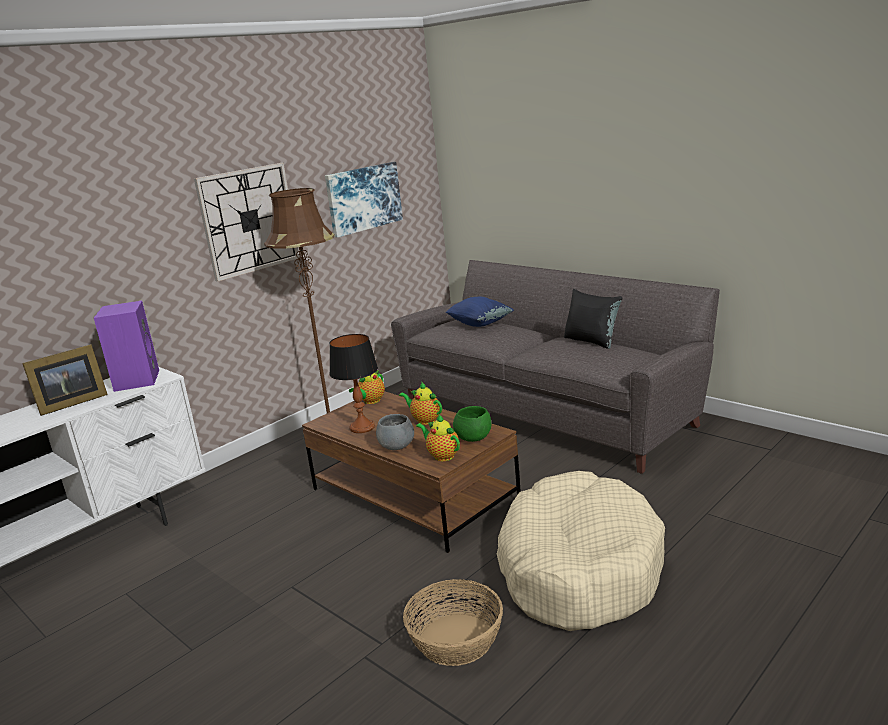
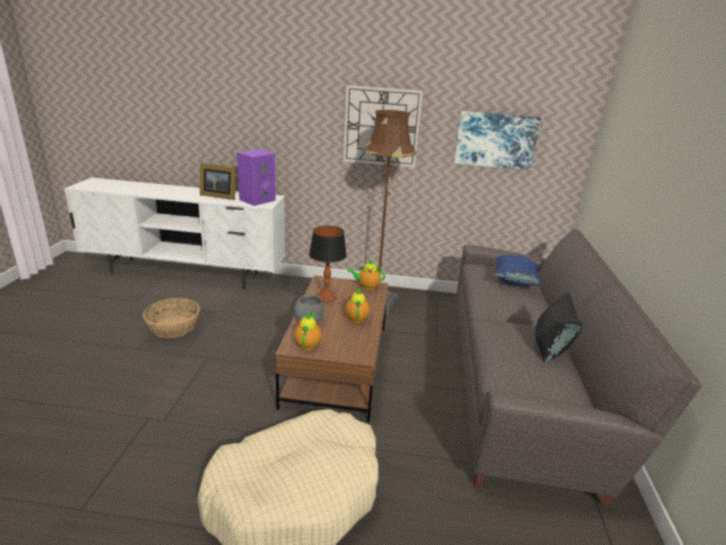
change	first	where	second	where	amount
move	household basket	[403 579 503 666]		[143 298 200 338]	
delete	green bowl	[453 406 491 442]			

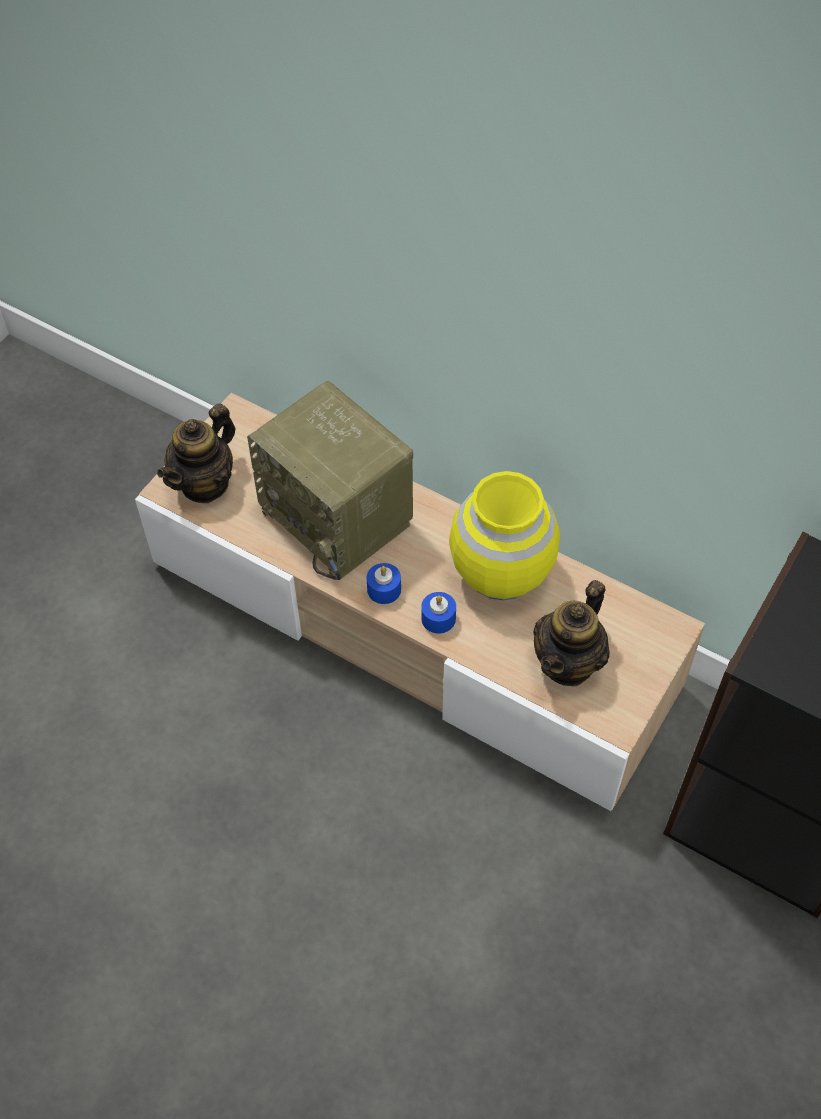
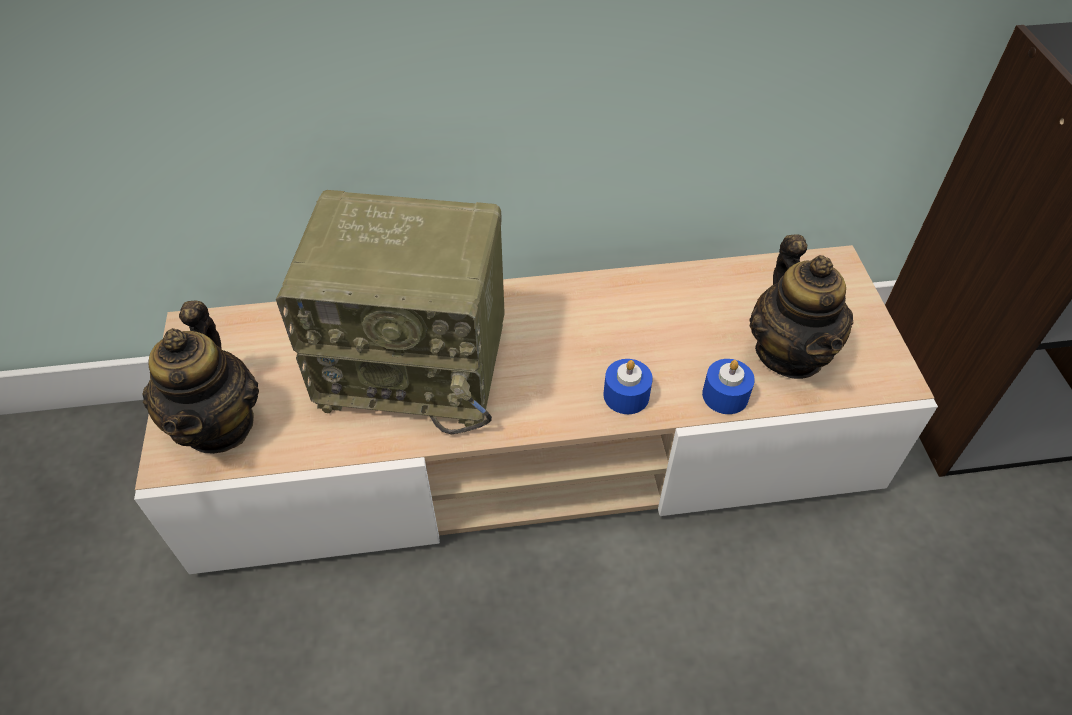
change	first	where	second	where	amount
move	blue wax light	[367 563 401 604]		[702 359 755 414]	
delete	yellowish flower vase	[449 471 560 600]			

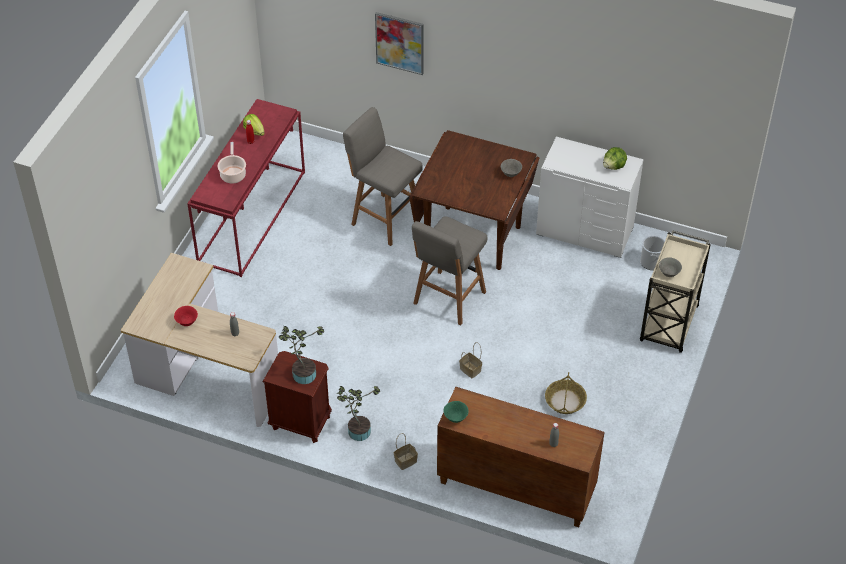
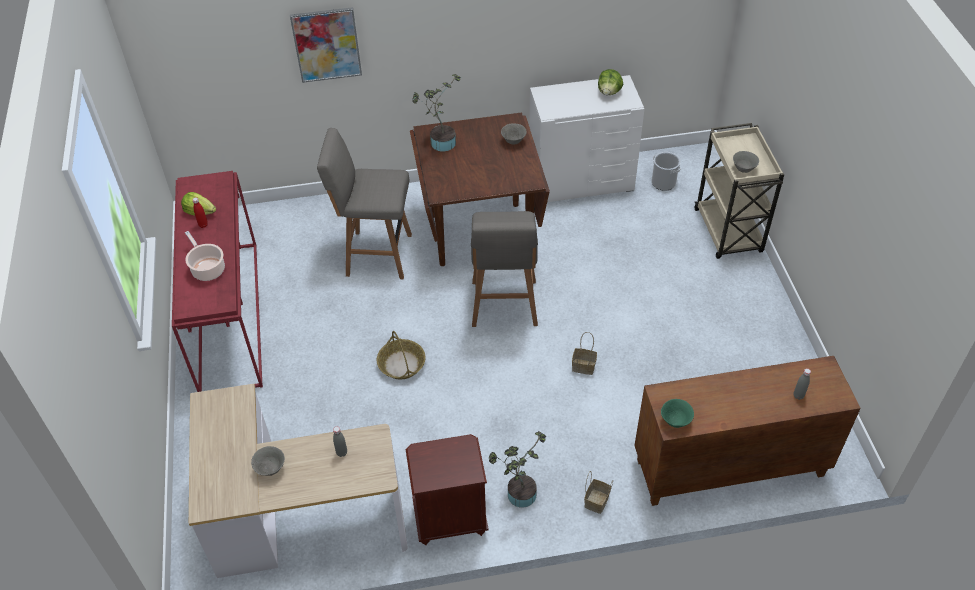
change	first	where	second	where	amount
recolor	reddish bowl	[174 306 198 326]	gray bowl	[251 446 285 476]	
move	potted plant	[279 326 324 384]		[412 74 461 151]	
move	household basket	[545 372 587 414]		[377 331 426 379]	

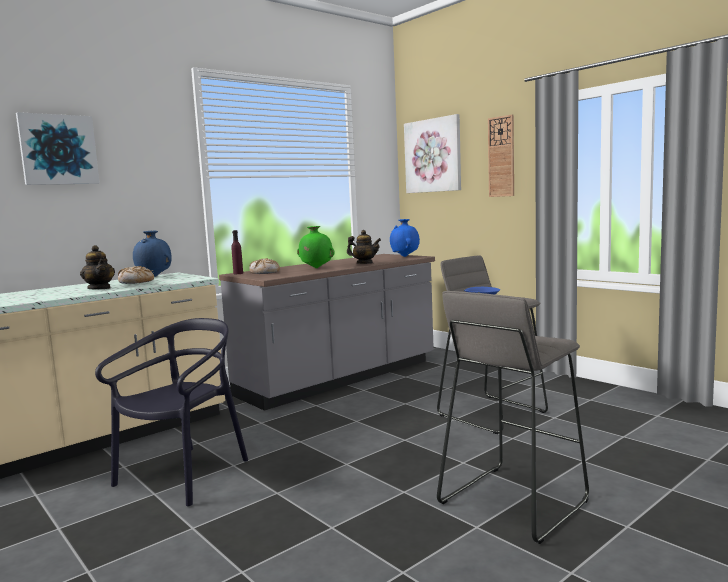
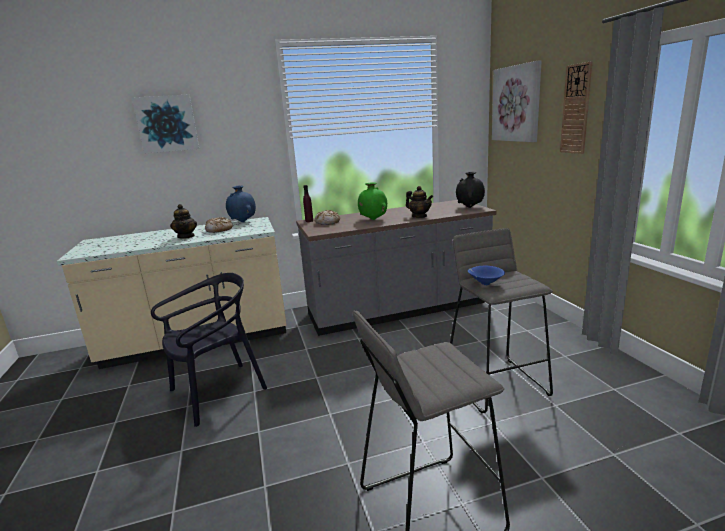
change	first	where	second	where	amount
recolor	blue flower vase	[390 219 420 257]	blackish flower vase	[456 172 485 208]	

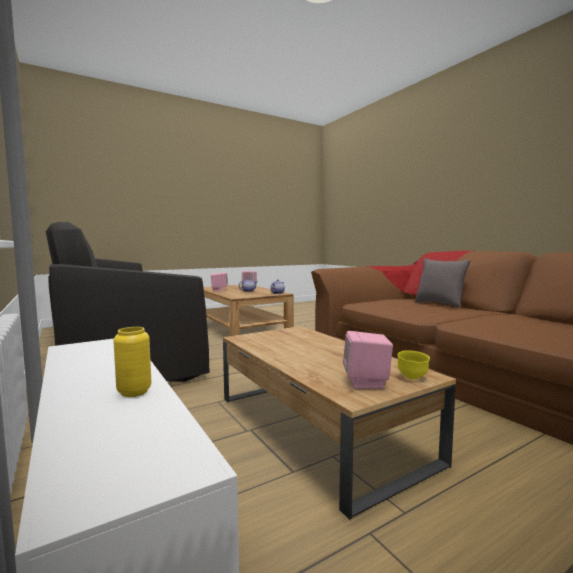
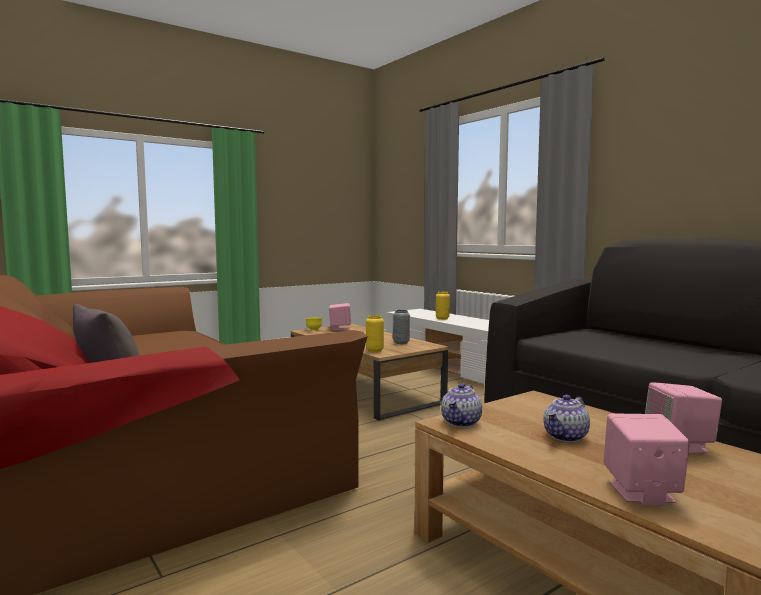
change	first	where	second	where	amount
insert			yellowish flower vase	[366 315 384 352]	
insert			gray flower vase	[393 310 410 344]	

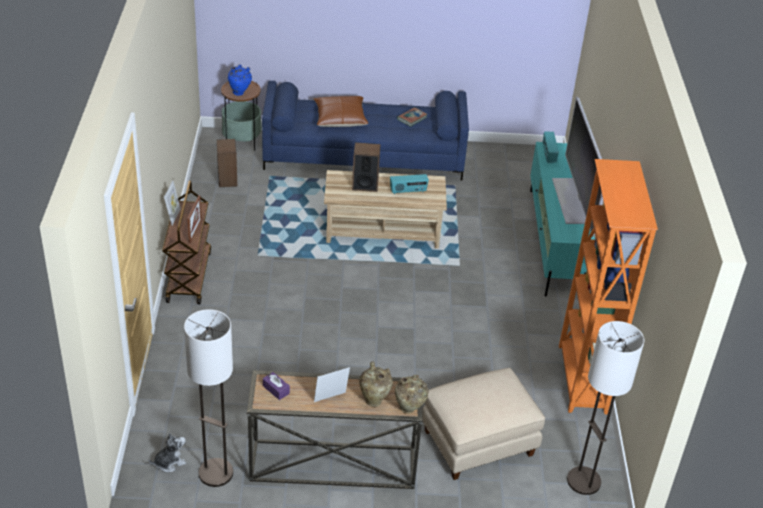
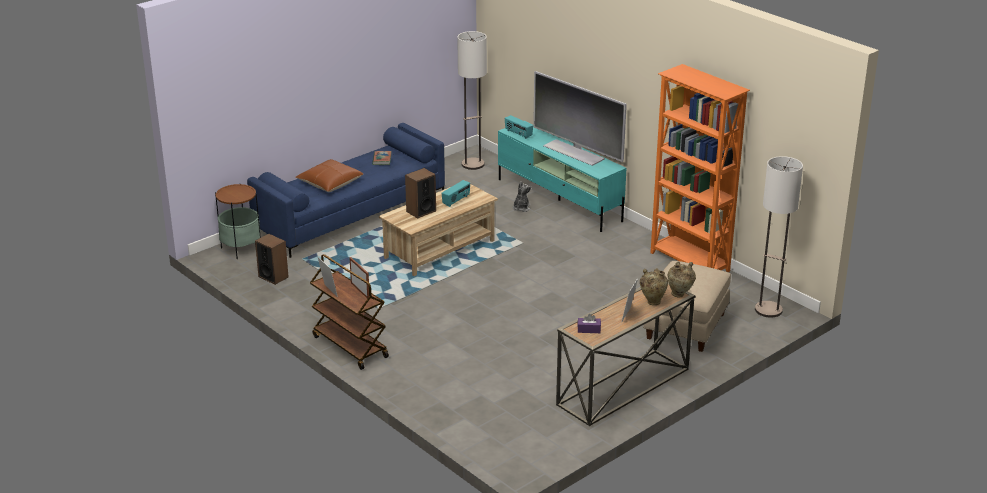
change	first	where	second	where	amount
move	plush toy	[149 433 186 472]		[512 181 532 212]	
move	standing lamp	[184 309 233 487]		[457 31 487 170]	
delete	blue flower vase	[228 65 252 96]			

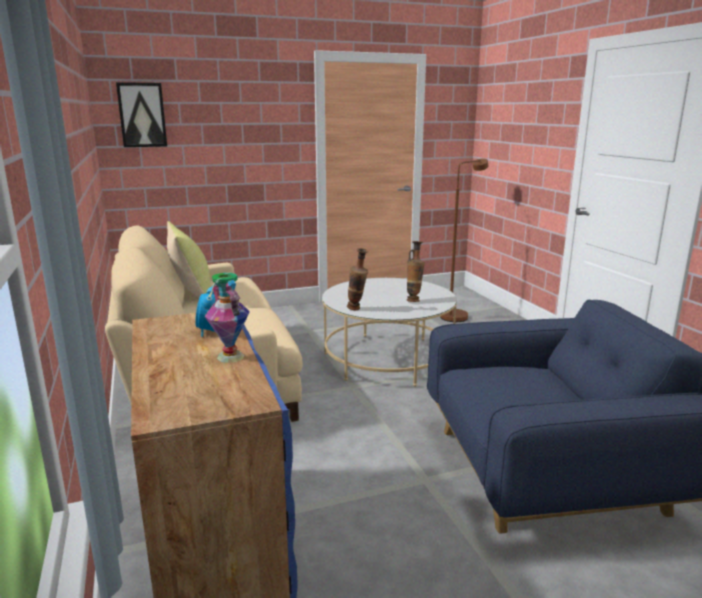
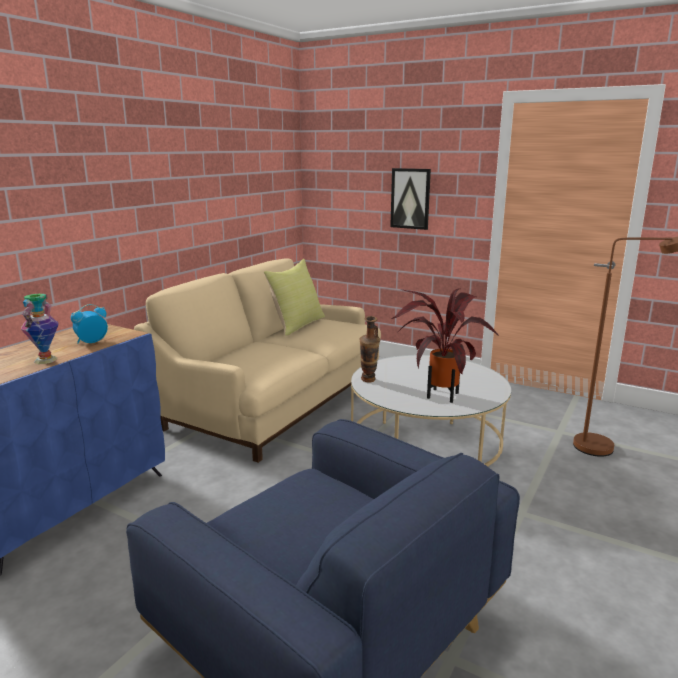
change	first	where	second	where	amount
move	wall art	[116 82 167 147]		[390 168 431 230]	
replace	flower vase	[407 241 425 302]	potted plant	[391 289 499 403]	

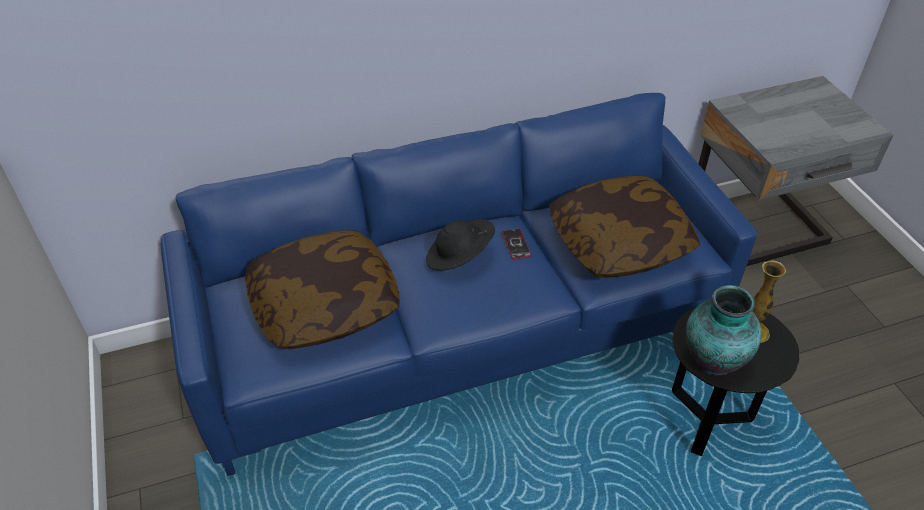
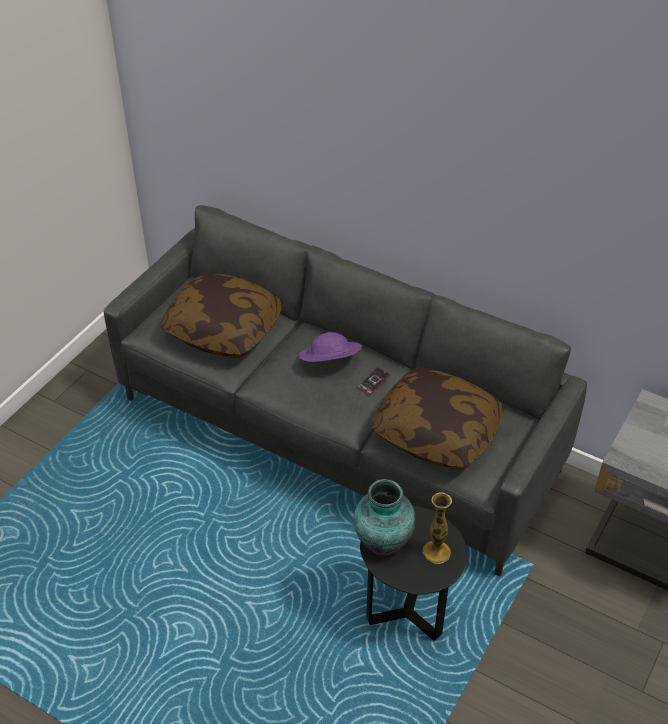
change	first	where	second	where	amount
recolor	blue settee	[161 93 757 476]	gray settee	[104 205 587 577]	
recolor	blackish wearable hat	[426 219 495 270]	purple-coloured wearable hat	[299 332 362 362]	

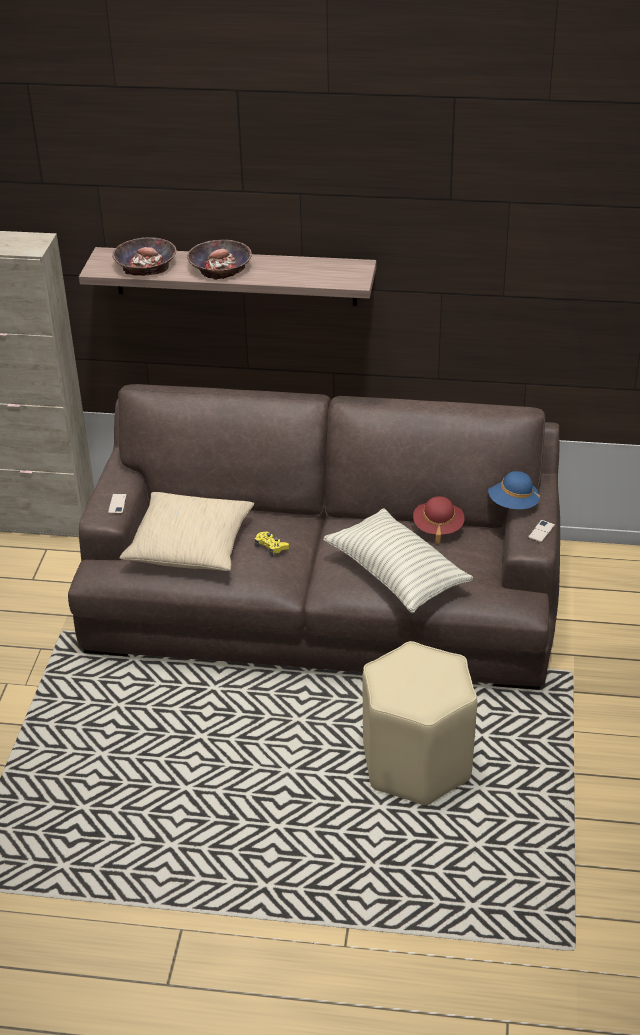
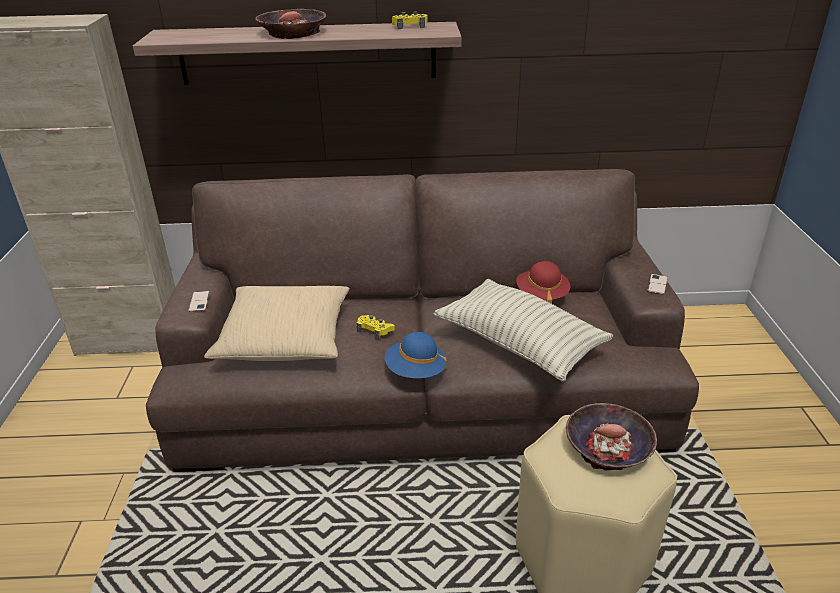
change	first	where	second	where	amount
move	bowl	[112 237 176 276]		[566 403 657 470]	
move	blue wearable hat	[488 471 540 509]		[385 332 447 378]	
insert			yellowish gamepad	[392 11 427 29]	

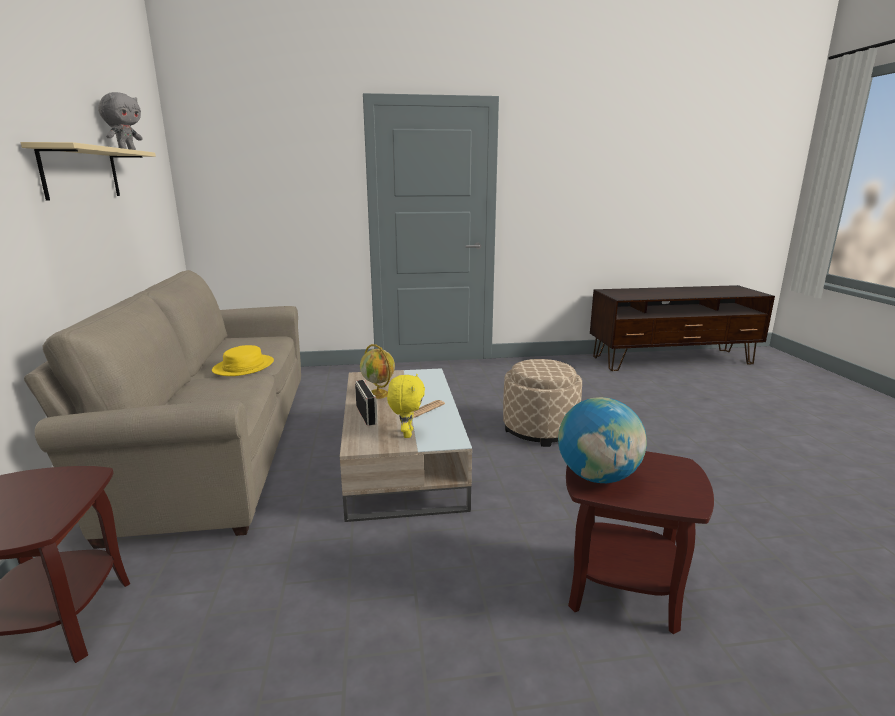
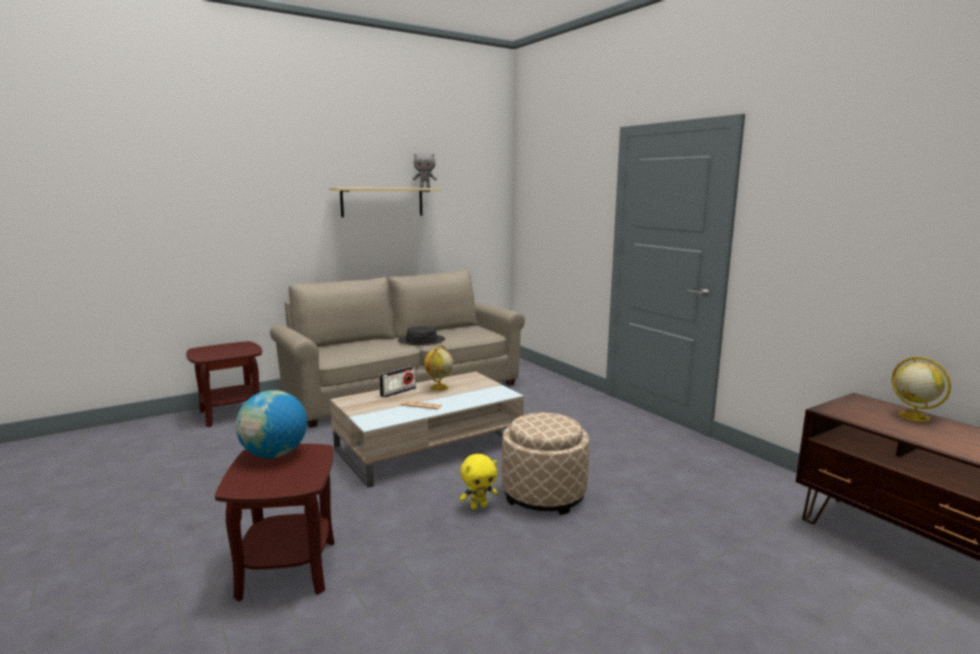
change	first	where	second	where	amount
recolor	yellowish wearable hat	[212 345 274 376]	blackish wearable hat	[398 326 445 345]	
move	yellowish plush toy	[387 374 425 438]		[460 454 497 510]	
insert			globe	[892 356 951 422]	

